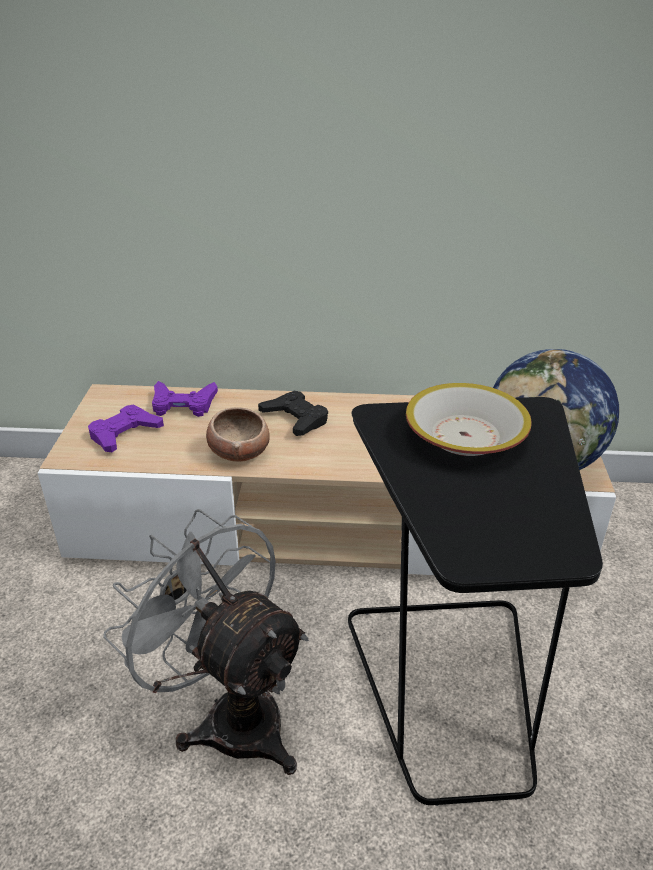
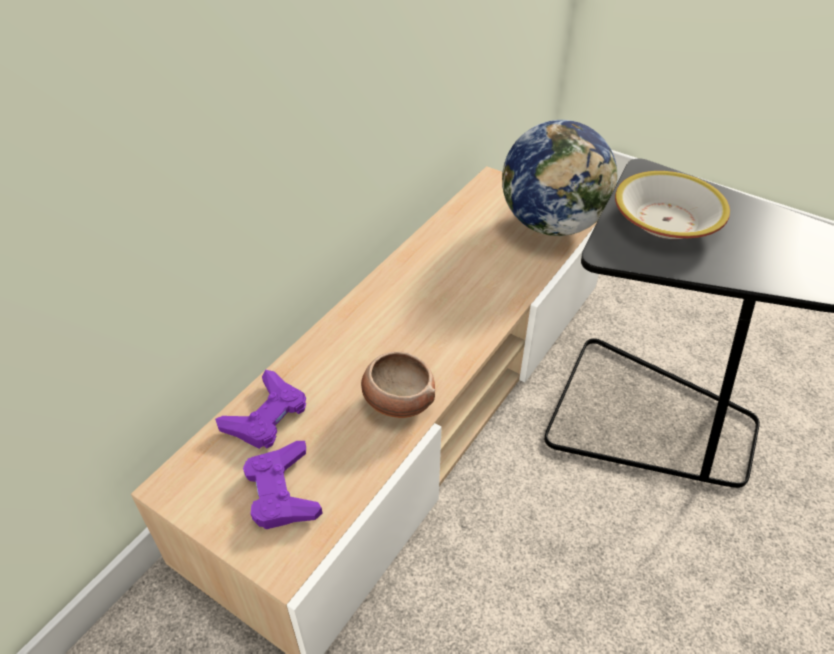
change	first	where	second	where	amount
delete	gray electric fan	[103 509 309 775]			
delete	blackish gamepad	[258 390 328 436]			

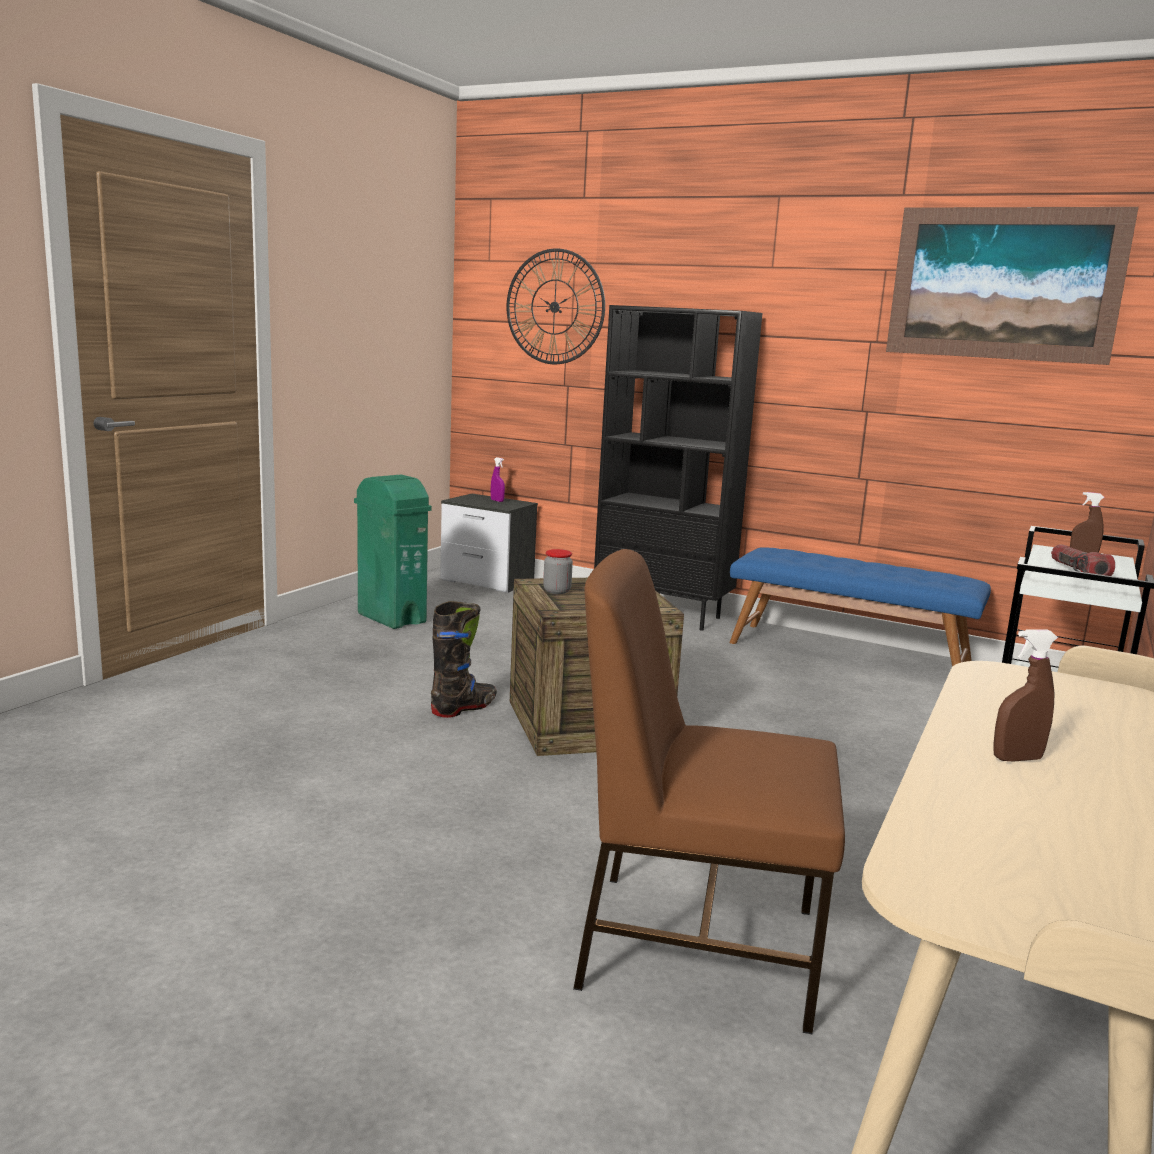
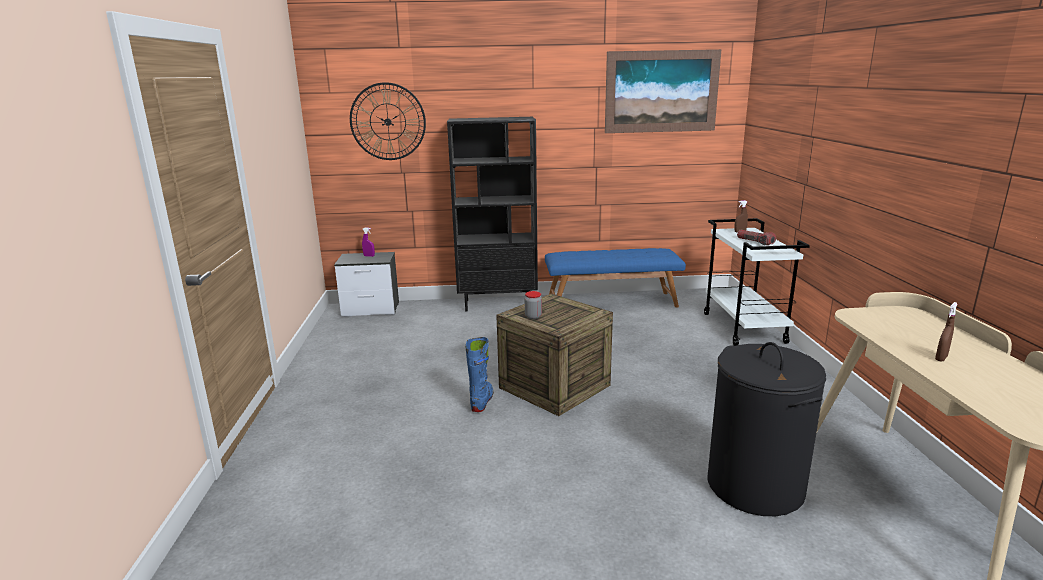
change	first	where	second	where	amount
delete	green waste bin	[354 475 432 629]			
recolor	blackish boot	[431 601 497 718]	blue boot	[465 337 494 412]	
replace	brown plain chair	[573 549 845 1034]	blackish hamper	[707 342 826 516]	

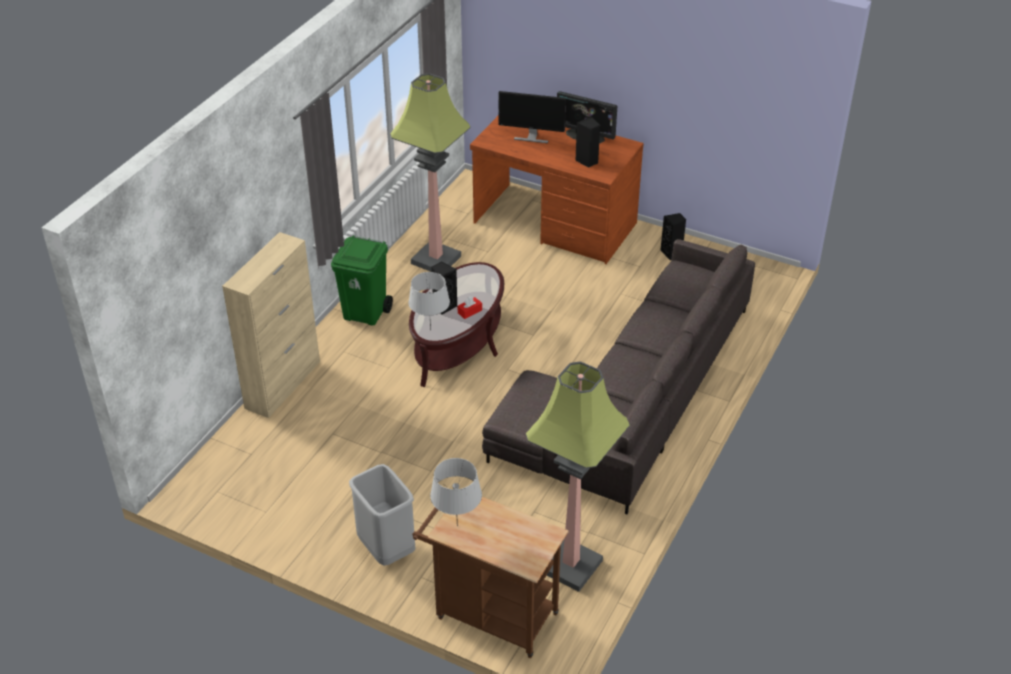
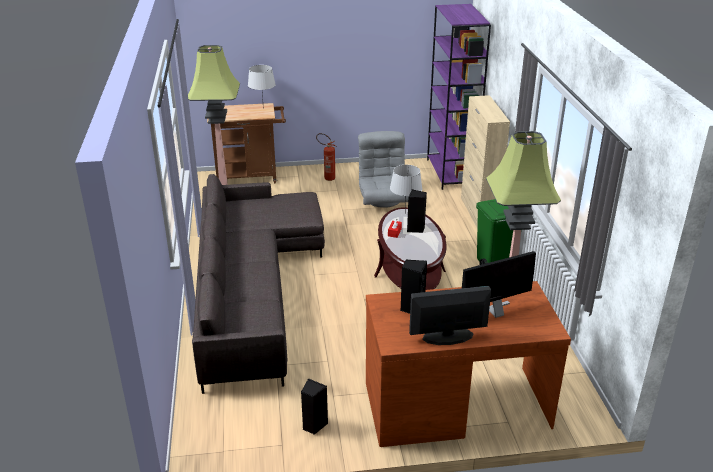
change	first	where	second	where	amount
replace	gray waste bin	[349 464 415 566]	extinguisher	[316 133 337 181]	
insert			gray easy chair	[358 131 409 208]	
insert			purple-coloured shelving unit	[427 4 491 190]	

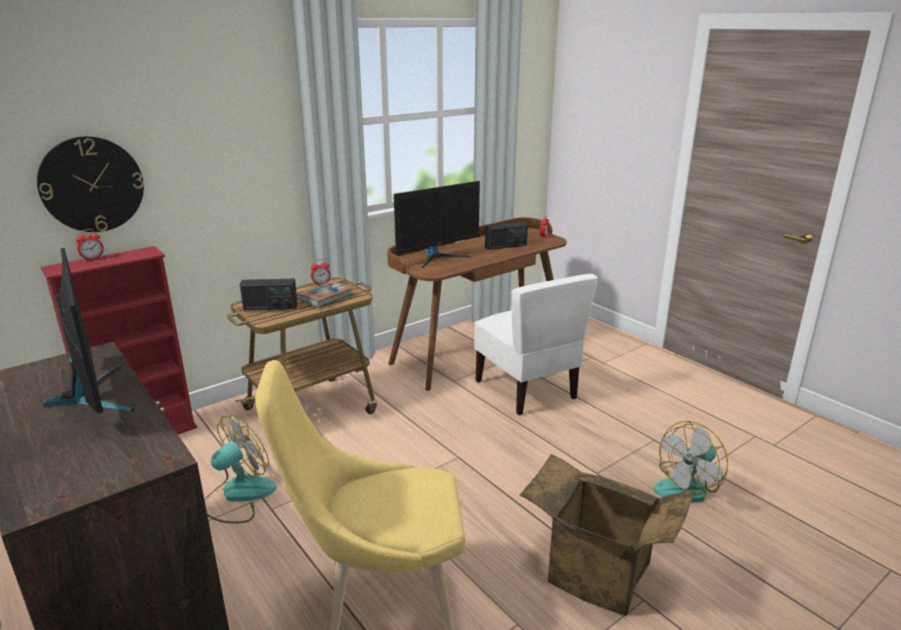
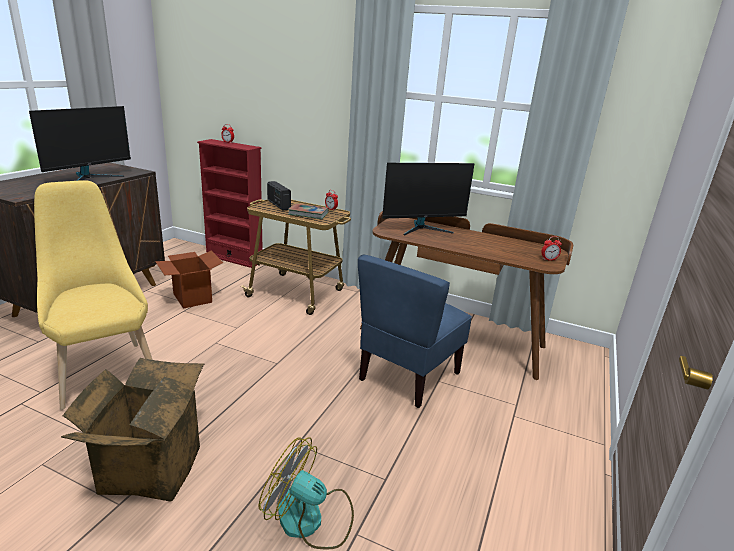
change	first	where	second	where	amount
delete	wall clock	[37 136 144 232]			
replace	electric fan	[204 414 276 523]	carton	[155 250 223 309]	
rotate	monitor	[394 181 480 268]		[382 163 475 236]	45 degrees counterclockwise
recolor	whitish plain chair	[474 274 598 415]	blue plain chair	[358 255 472 408]	
delete	radio receiver	[485 222 528 250]			

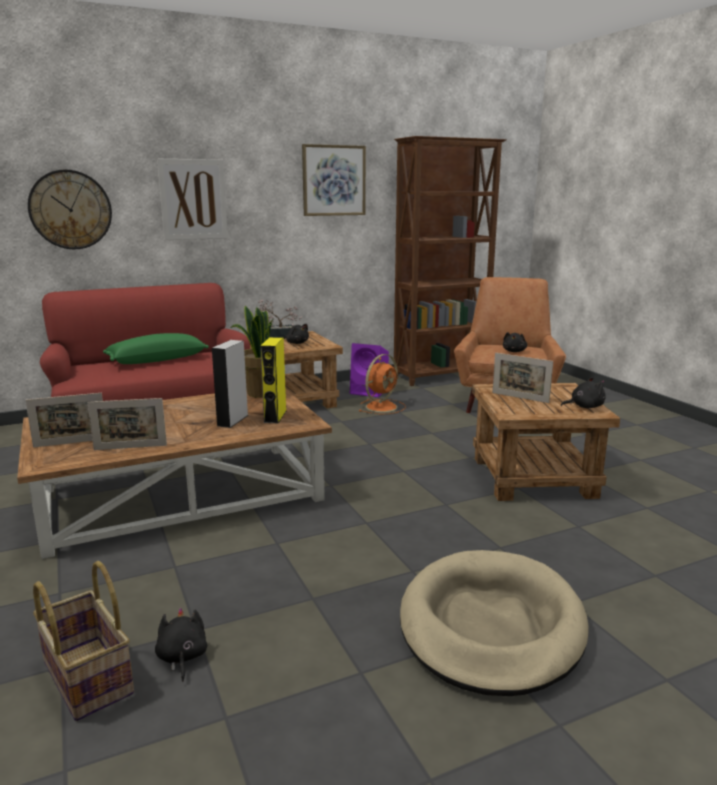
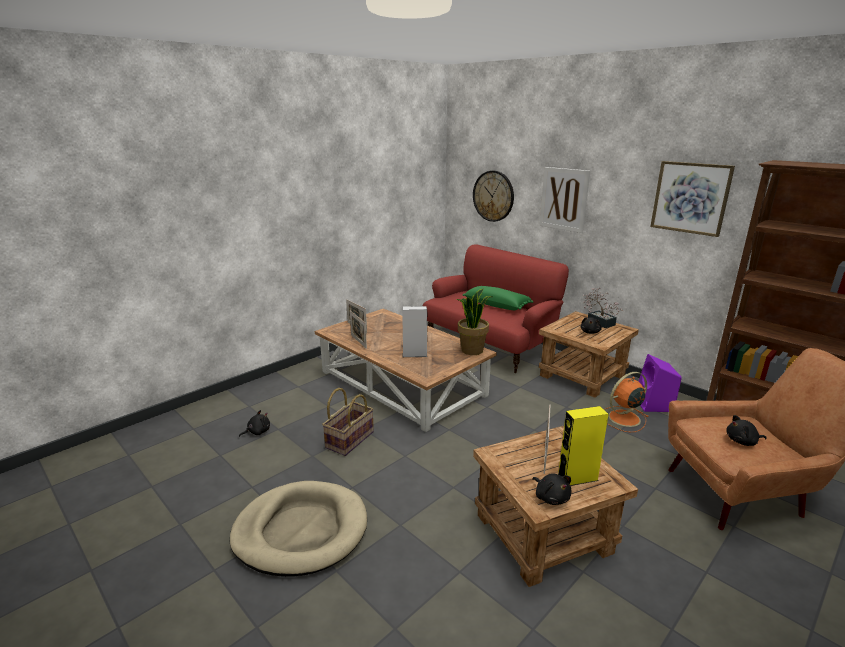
change	first	where	second	where	amount
move	household basket	[33 561 134 721]		[322 388 374 456]	
move	yellowish audio speaker	[260 337 286 423]		[558 406 608 486]	
rotate	orangey electric fan	[358 354 406 414]		[604 372 649 432]	135 degrees clockwise

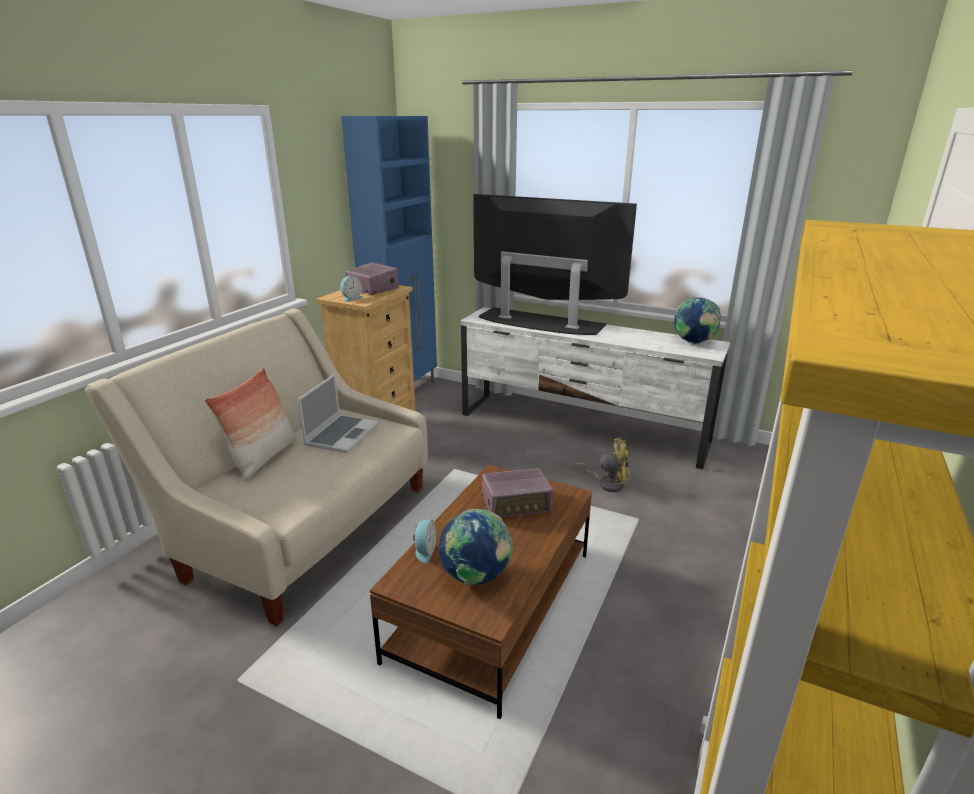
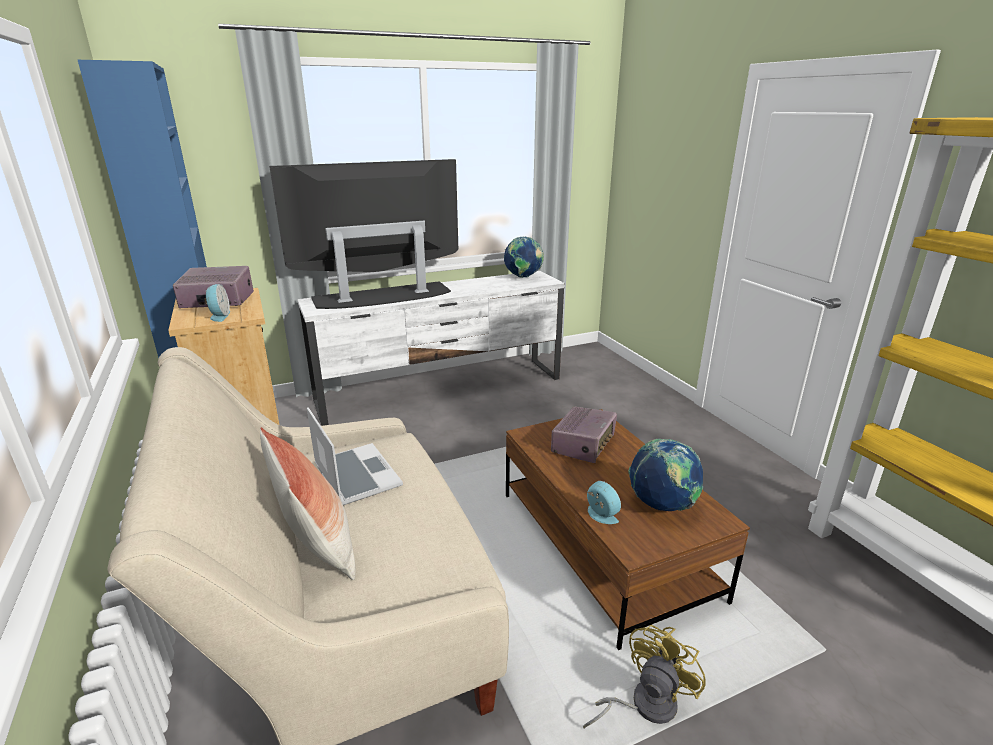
change	first	where	second	where	amount
move	yellowish electric fan	[570 438 631 492]		[583 625 706 729]	

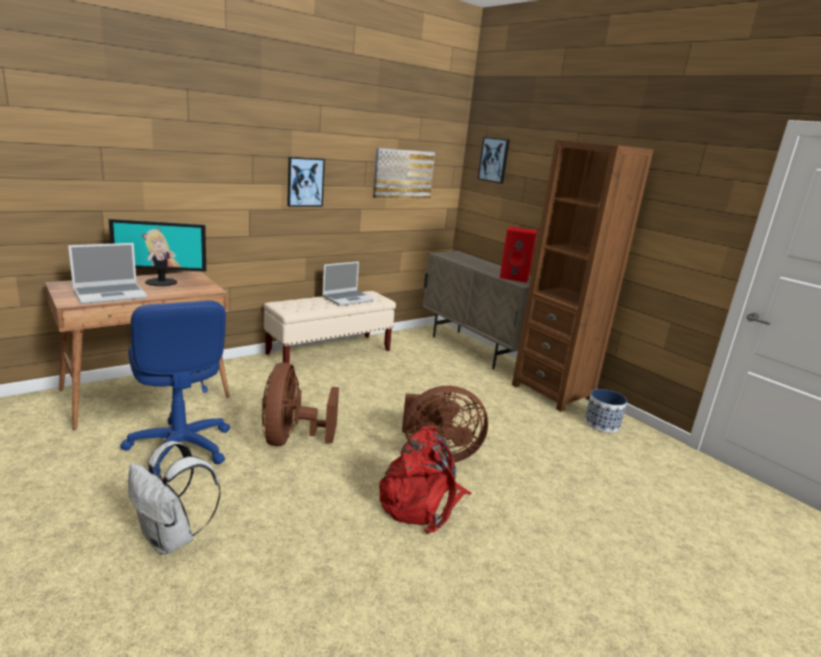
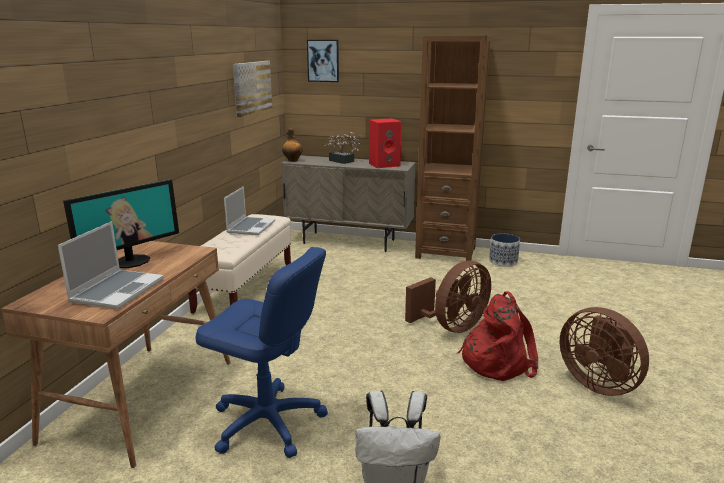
change	first	where	second	where	amount
move	brown electric fan	[262 363 339 446]		[560 307 649 396]	
delete	wall art	[287 157 325 207]			
insert			bottle	[282 128 303 162]	
insert			potted plant	[324 132 361 164]	

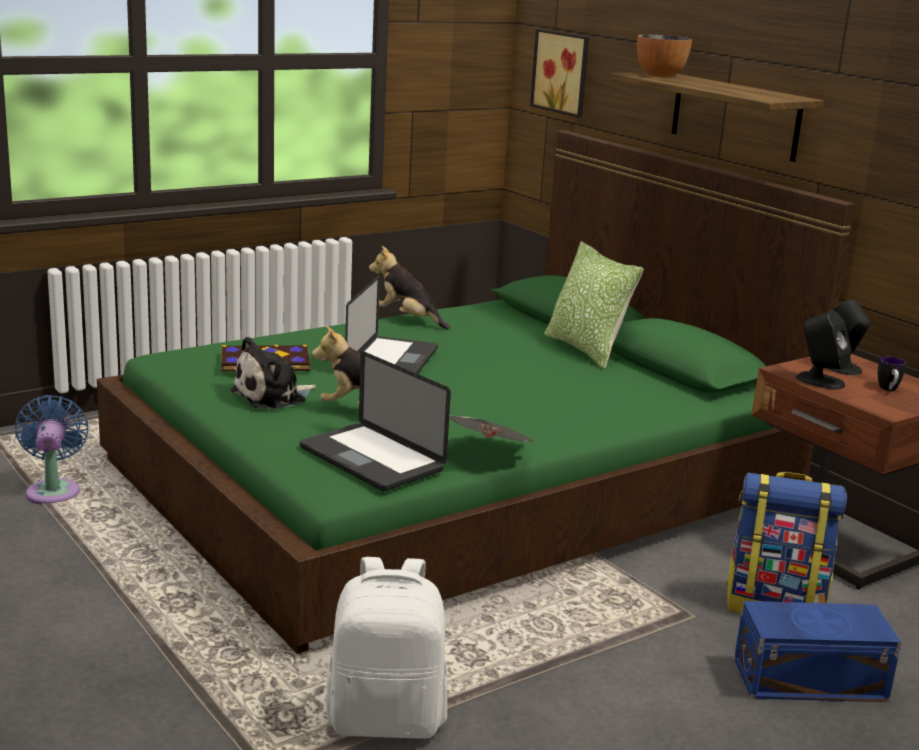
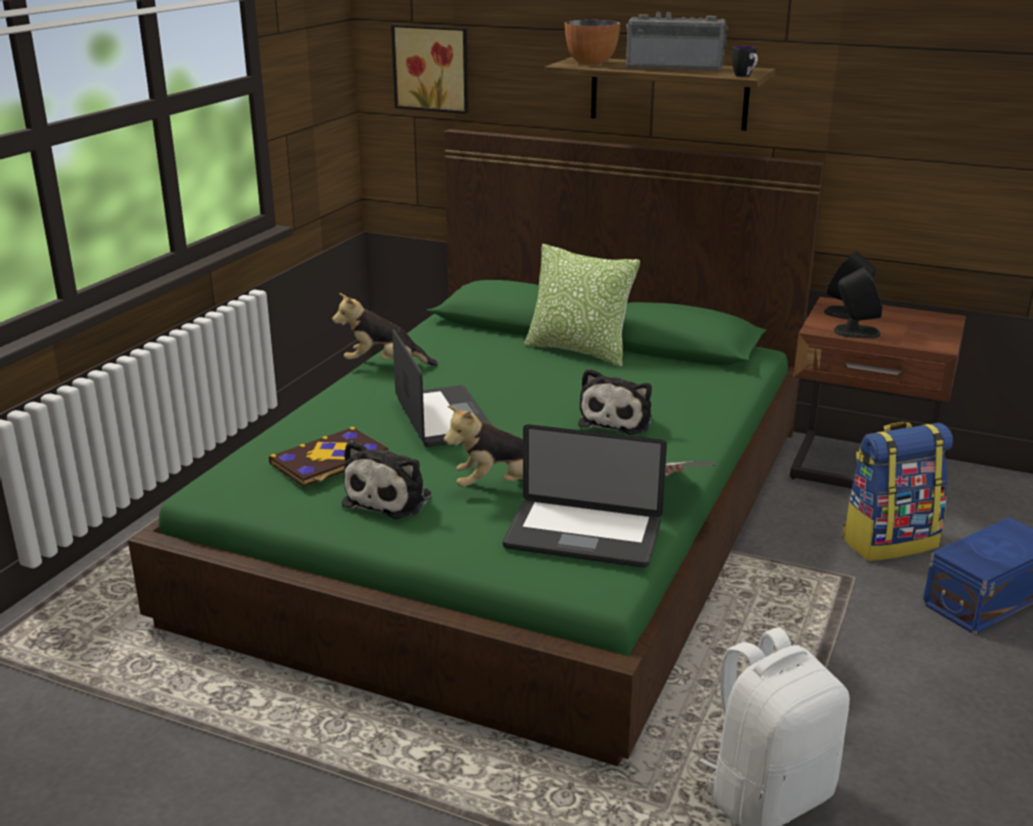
change	first	where	second	where	amount
delete	blue electric fan	[15 395 89 505]			
move	tea mug	[878 357 906 391]		[732 46 758 77]	
insert			plush toy	[578 368 652 435]	
insert			radio receiver	[626 12 728 71]	

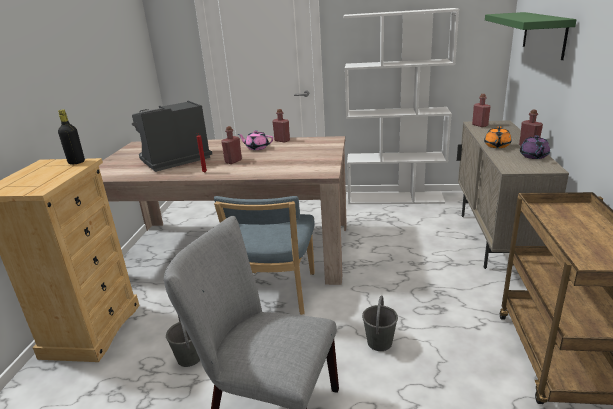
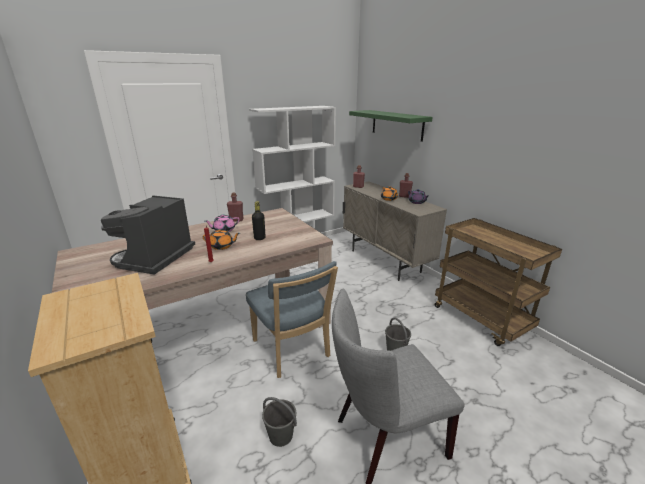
change	first	where	second	where	amount
move	blackish bottle	[58 109 85 165]		[252 201 265 240]	
replace	reddish bottle	[221 126 242 164]	orangey tea pot	[203 229 240 250]	

